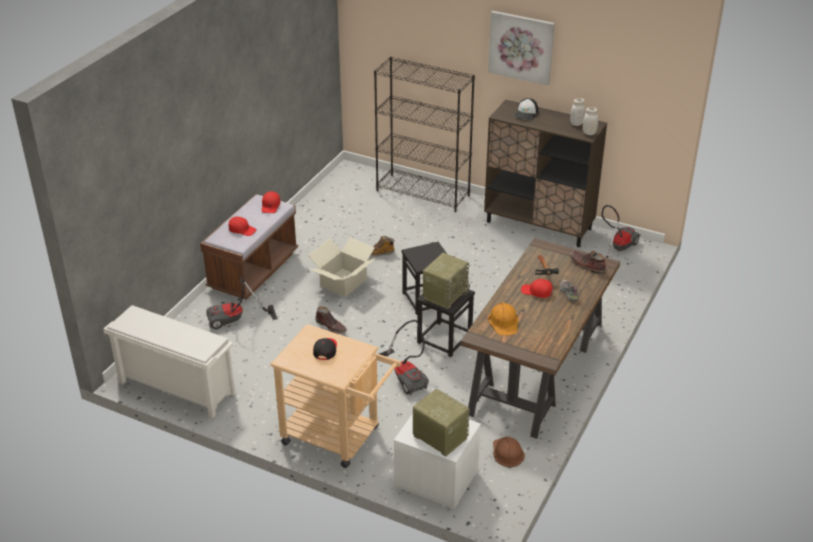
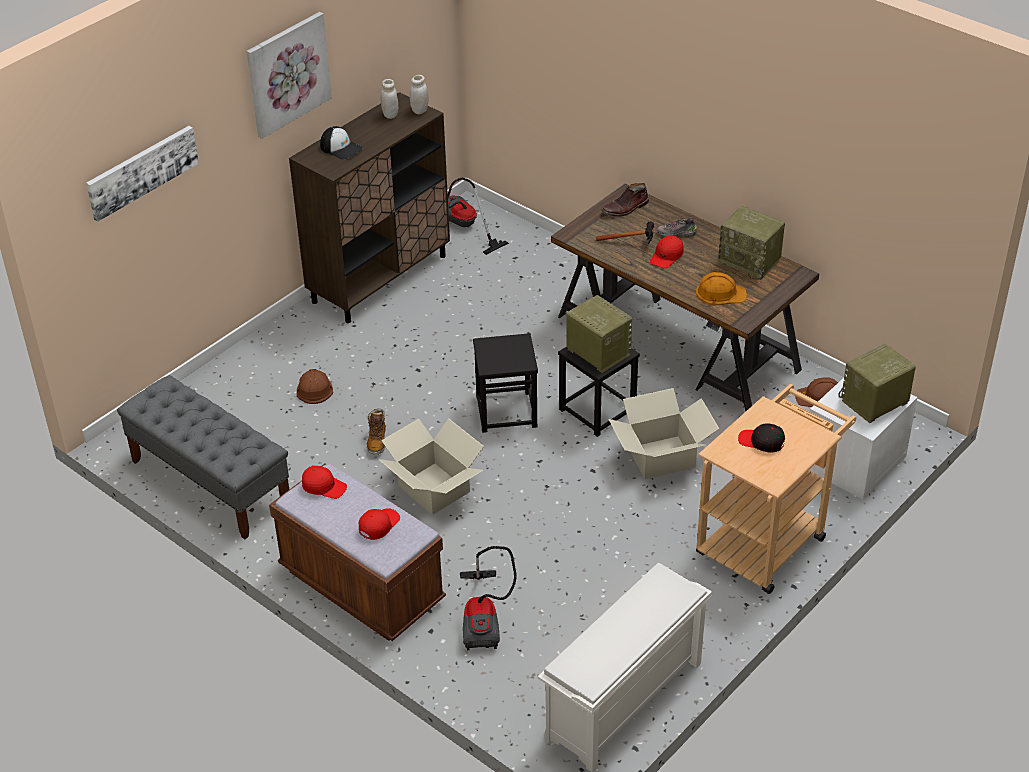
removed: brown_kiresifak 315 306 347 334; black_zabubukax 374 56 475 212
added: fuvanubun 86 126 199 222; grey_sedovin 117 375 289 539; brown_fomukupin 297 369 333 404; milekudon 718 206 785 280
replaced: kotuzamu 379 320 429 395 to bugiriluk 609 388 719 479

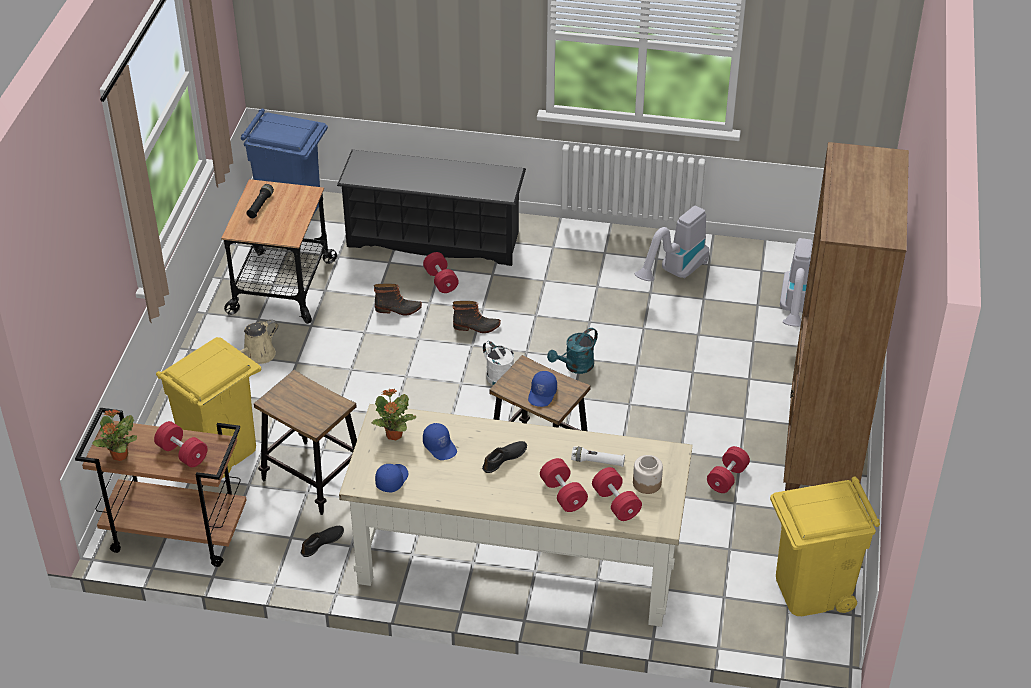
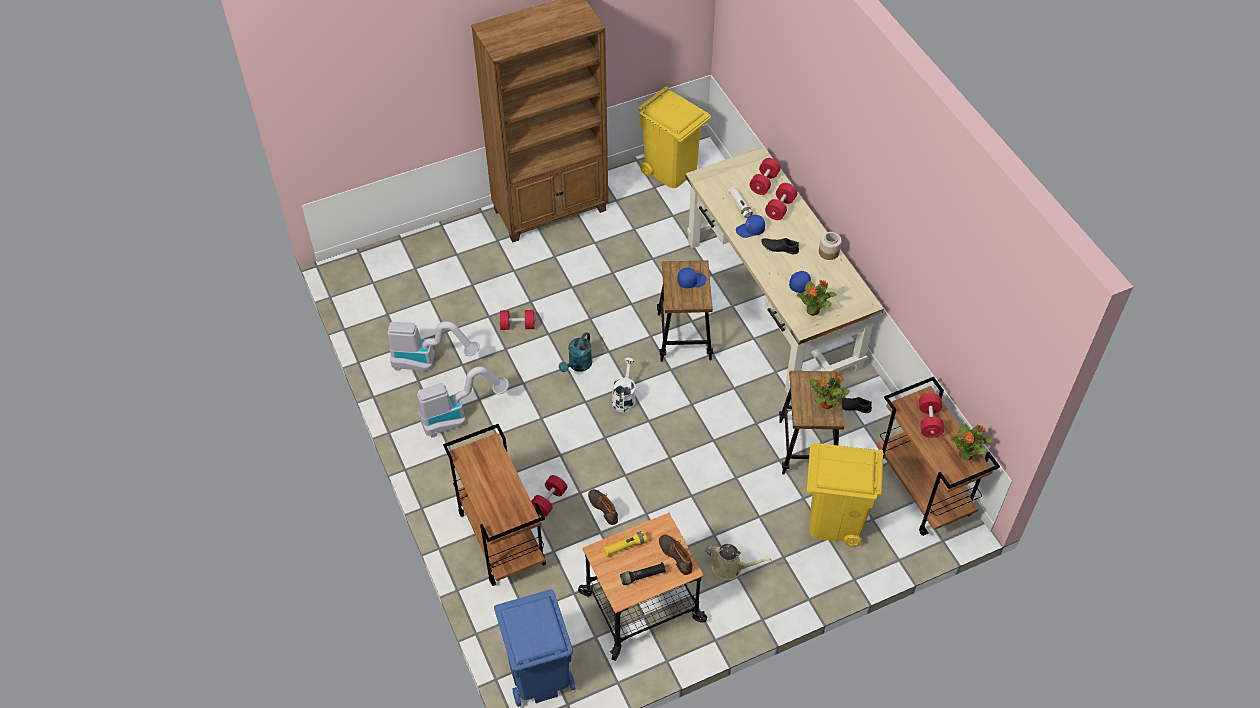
added: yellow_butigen 603 531 648 557; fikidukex 810 373 850 409
moved: kotuzamu 780 238 813 327 to 417 366 509 438; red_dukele 707 446 750 493 to 499 310 536 330; kiresifak 453 301 501 333 to 659 535 692 575; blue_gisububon 375 464 408 492 to 736 215 765 238; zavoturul 633 455 663 494 to 819 232 842 260
replaced: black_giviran 337 150 526 266 to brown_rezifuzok 443 424 546 586
turned: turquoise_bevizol 547 328 598 374 = 559 332 592 372 105 degrees clockwise

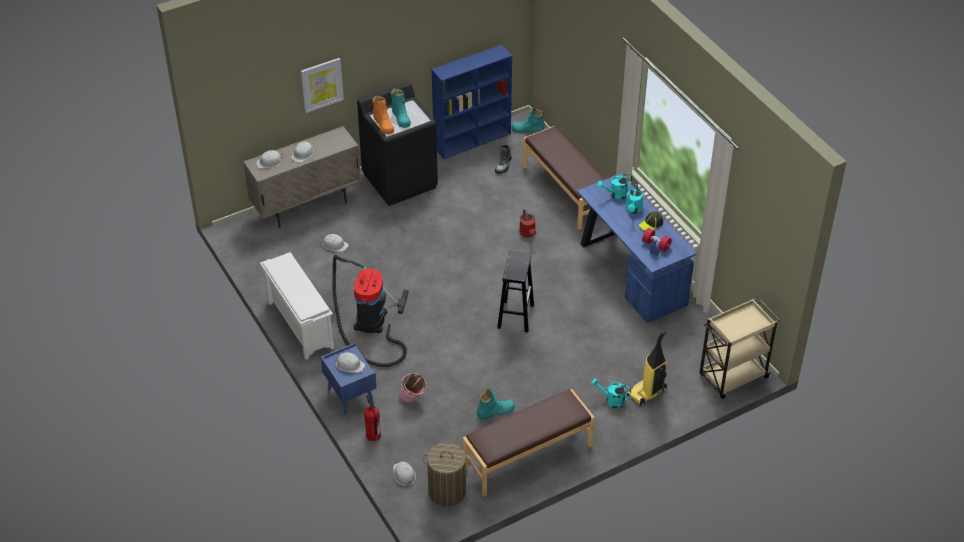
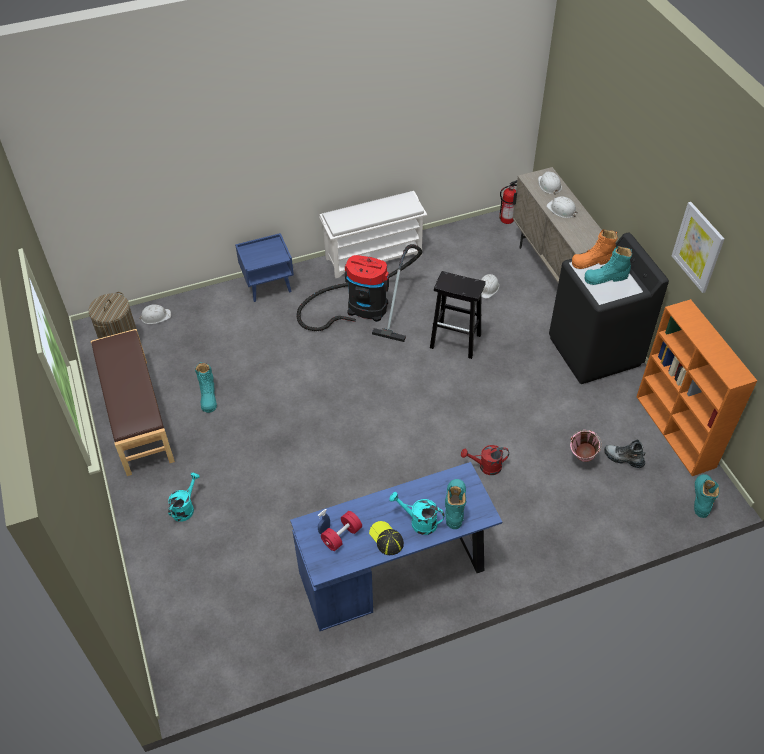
removed: white_fomukupin 335 352 365 373; brown_sedovin 523 126 605 230; kotuzamu 627 331 667 406; beige_rezifuzok 700 298 780 399
moved: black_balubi 497 251 534 332 to 430 271 486 359; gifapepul 364 395 381 441 to 499 180 517 224; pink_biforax 399 372 427 403 to 570 430 602 462; fuvanubun 301 58 344 113 to 672 202 725 293
replaced: turquoise_bevizol 597 173 632 200 to turquoise_kiresifak 445 479 466 529
recoloured: blue_zabubukax 432 45 512 159 to orange_zabubukax 637 299 757 476

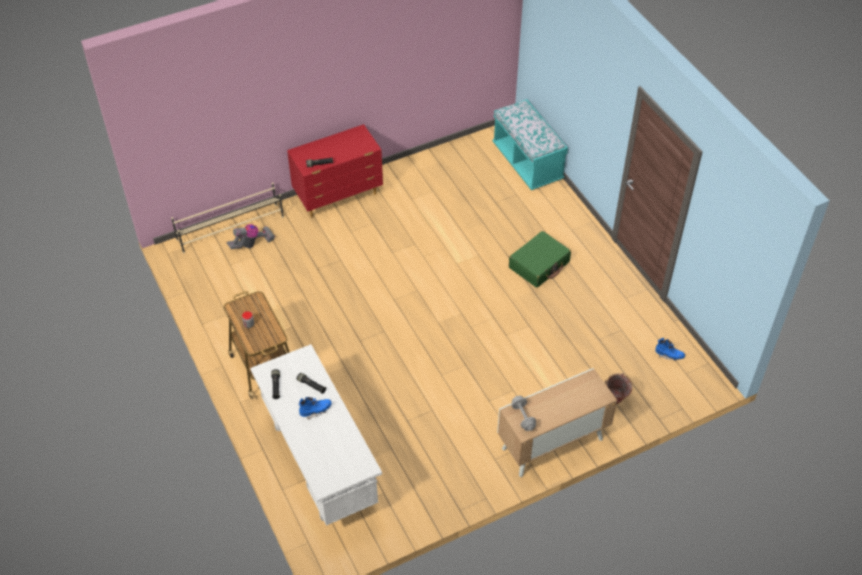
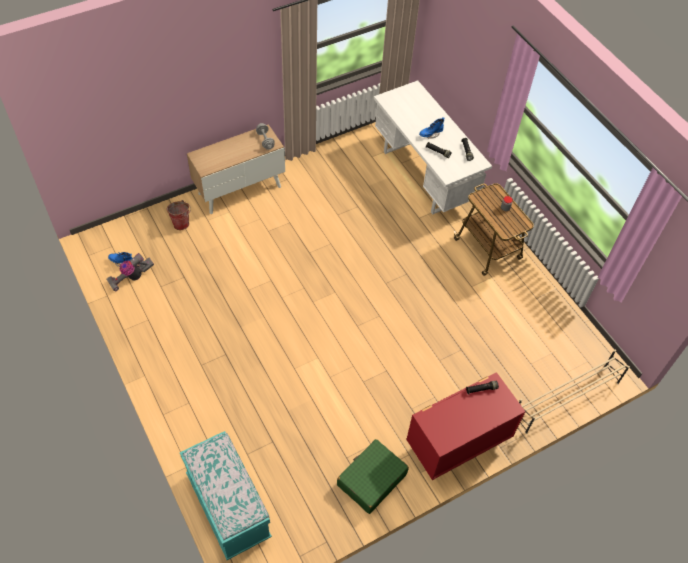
moved: kotuzamu 227 224 275 249 to 106 253 154 292; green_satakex 509 231 571 288 to 337 439 409 514

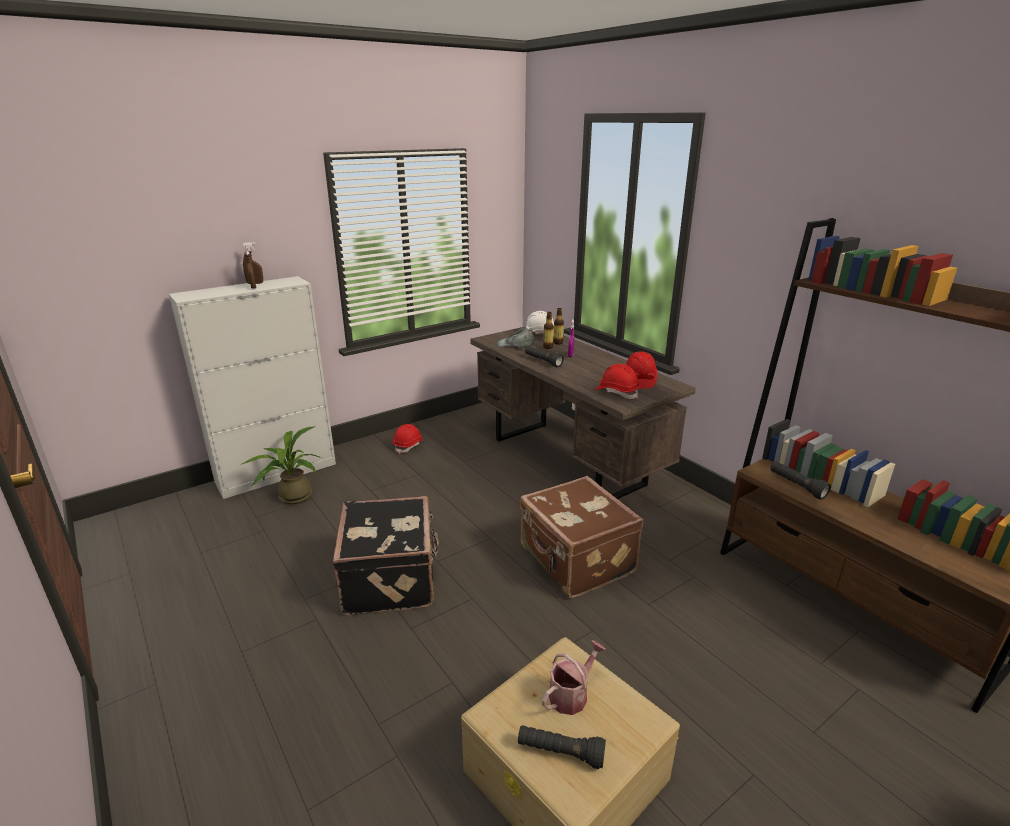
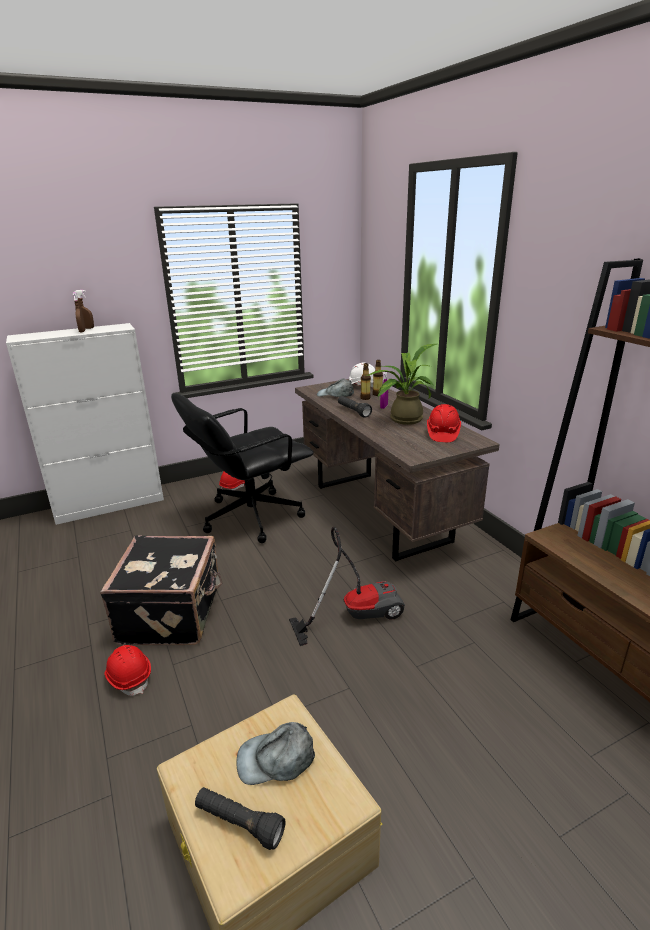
removed: black_butigen 771 461 831 499
added: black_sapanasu 171 393 314 543
moved: red_fomukupin 595 364 640 399 to 104 645 151 696; fikidukex 242 427 321 504 to 366 344 437 425
replaced: bevizol 542 640 606 715 to grey_gisububon 237 722 315 785; brown_satakex 520 476 643 598 to kotuzamu 289 527 405 646

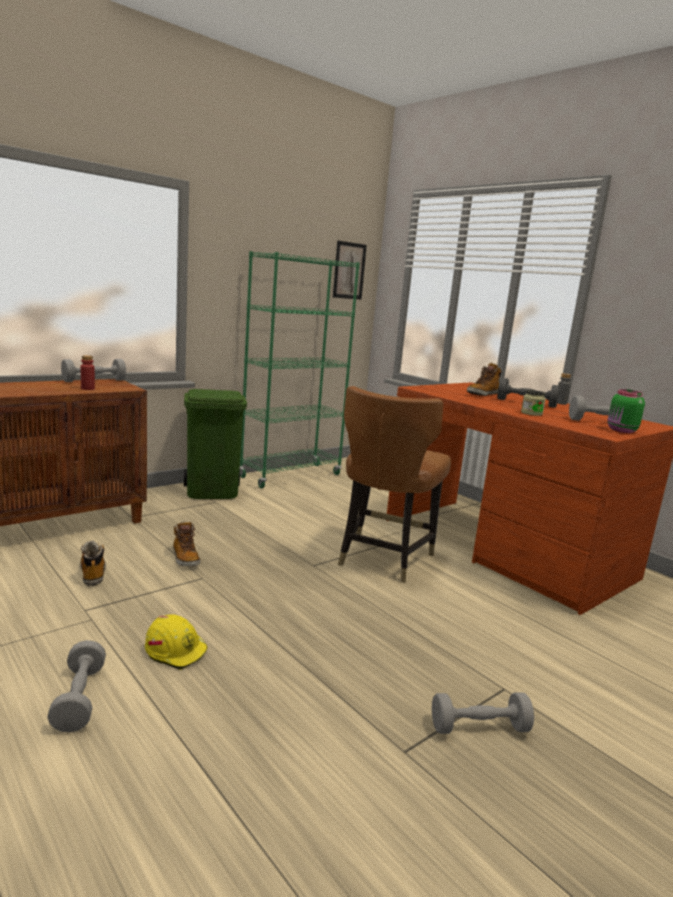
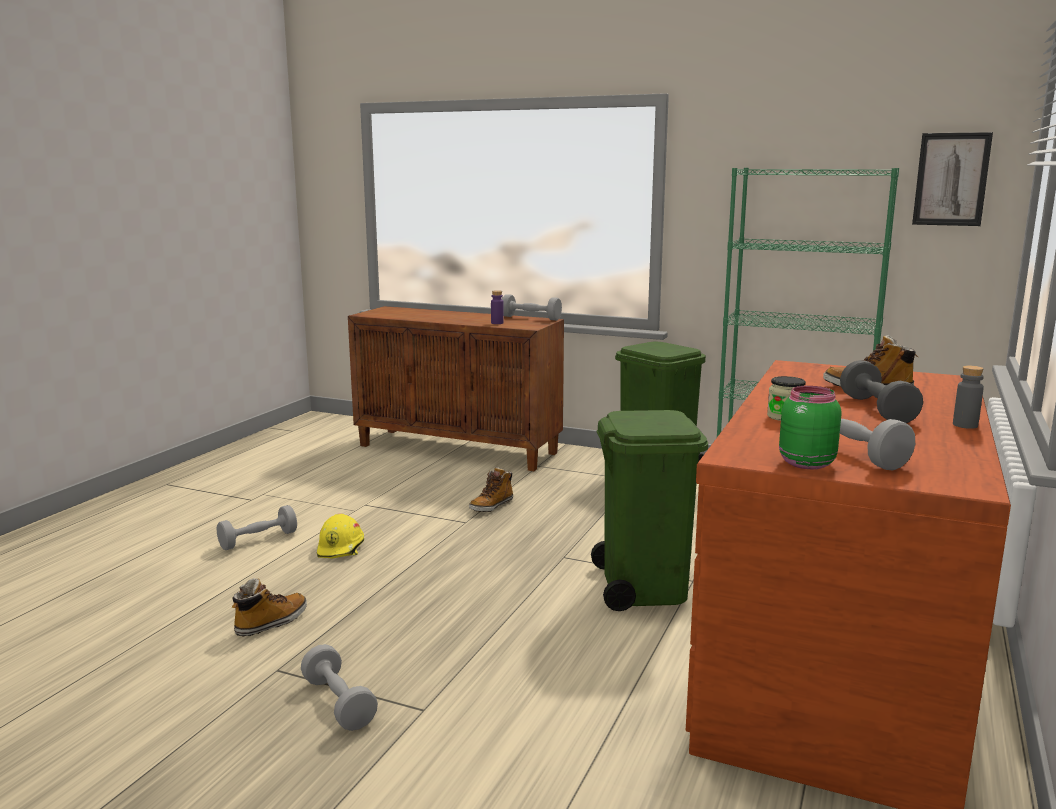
moved: kiresifak 80 541 106 586 to 231 578 307 636
replaced: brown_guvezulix 338 386 451 583 to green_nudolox 591 410 708 611
recoloured: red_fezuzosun 81 355 95 390 to purple_fezuzosun 491 290 504 324

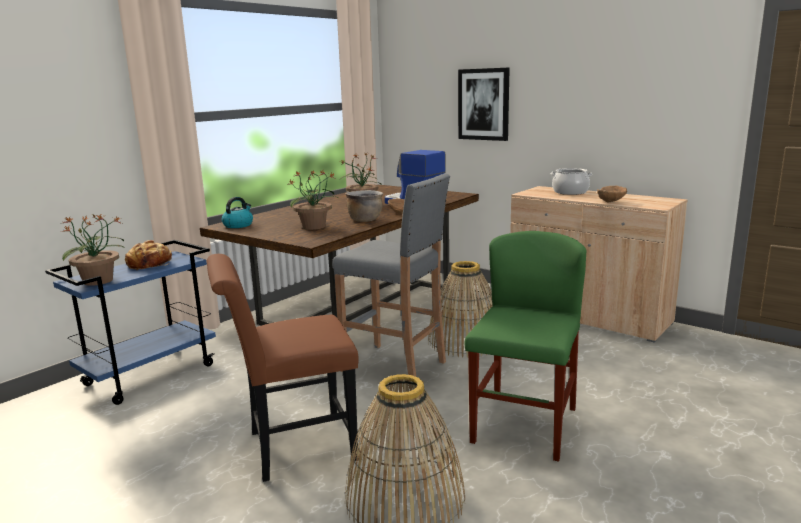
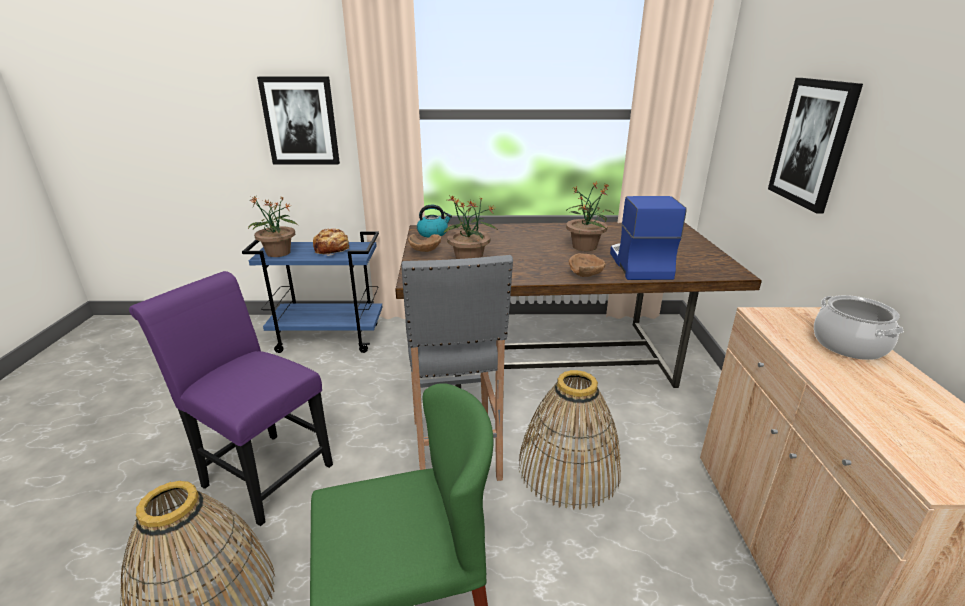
removed: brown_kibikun 345 190 383 222
added: fuvanubun 257 77 340 164
moved: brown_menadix 597 186 627 202 to 408 234 441 252
recoloured: brown_guvezulix 207 254 359 482 to purple_guvezulix 129 271 333 526

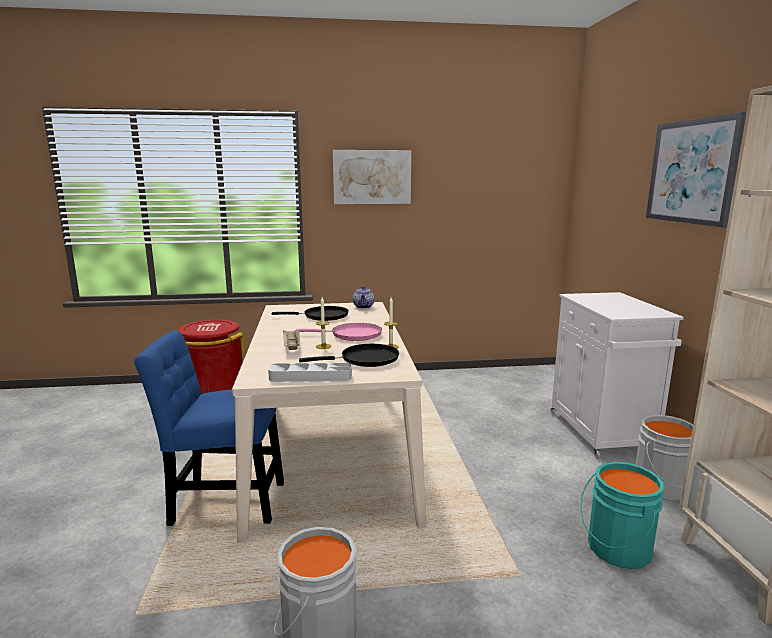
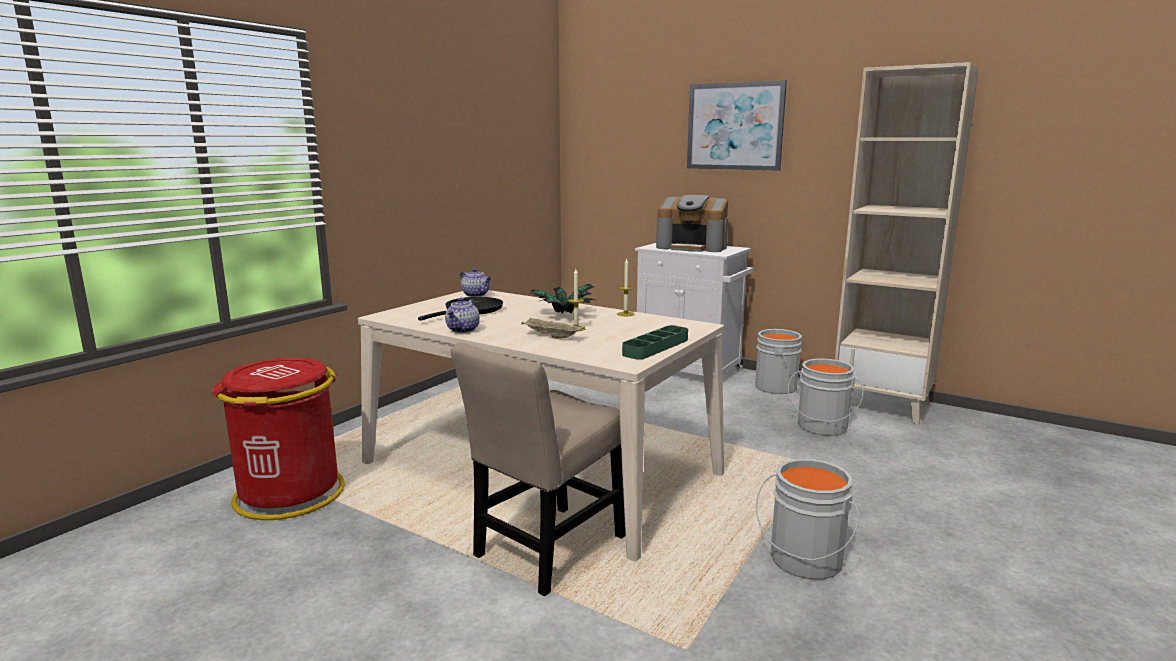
removed: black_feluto 299 344 399 367; fuvanubun 333 150 411 204
added: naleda 445 298 480 333; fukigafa 656 195 728 252
replaced: pink_feluto 296 323 382 341 to fikidukex 531 284 594 313
recoloured: blue_guvezulix 134 330 284 526 to beige_guvezulix 451 343 626 596; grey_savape 268 363 352 382 to green_savape 622 325 688 360; turquoise_biforax 581 462 665 569 to grey_biforax 788 358 863 436

